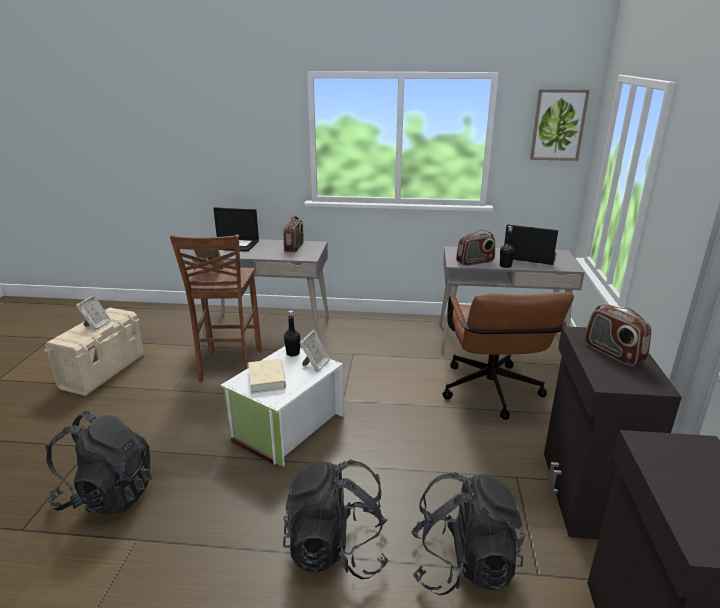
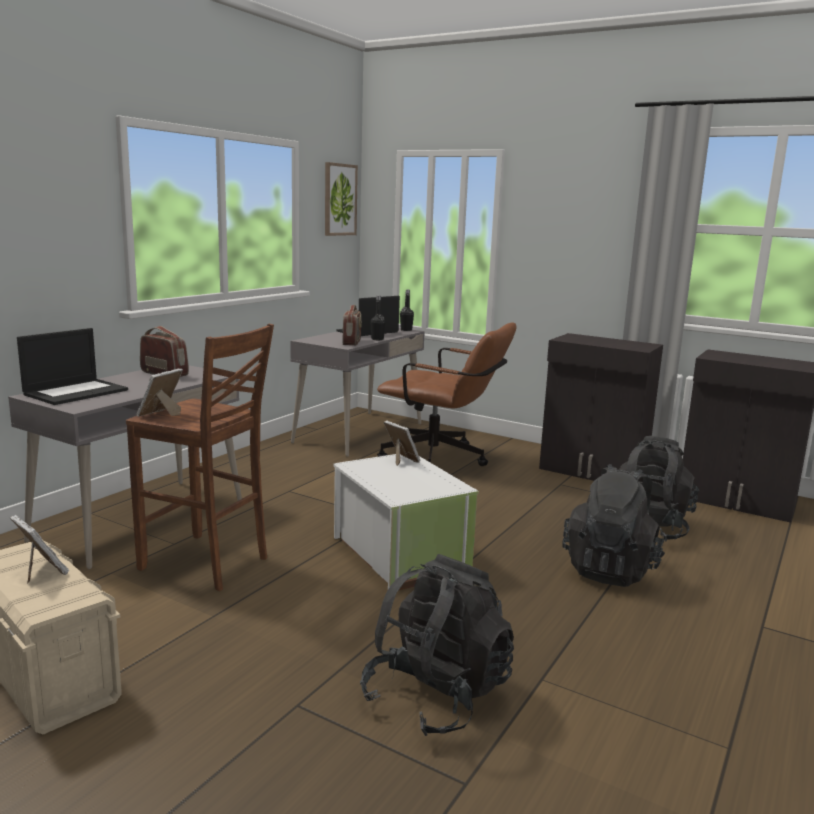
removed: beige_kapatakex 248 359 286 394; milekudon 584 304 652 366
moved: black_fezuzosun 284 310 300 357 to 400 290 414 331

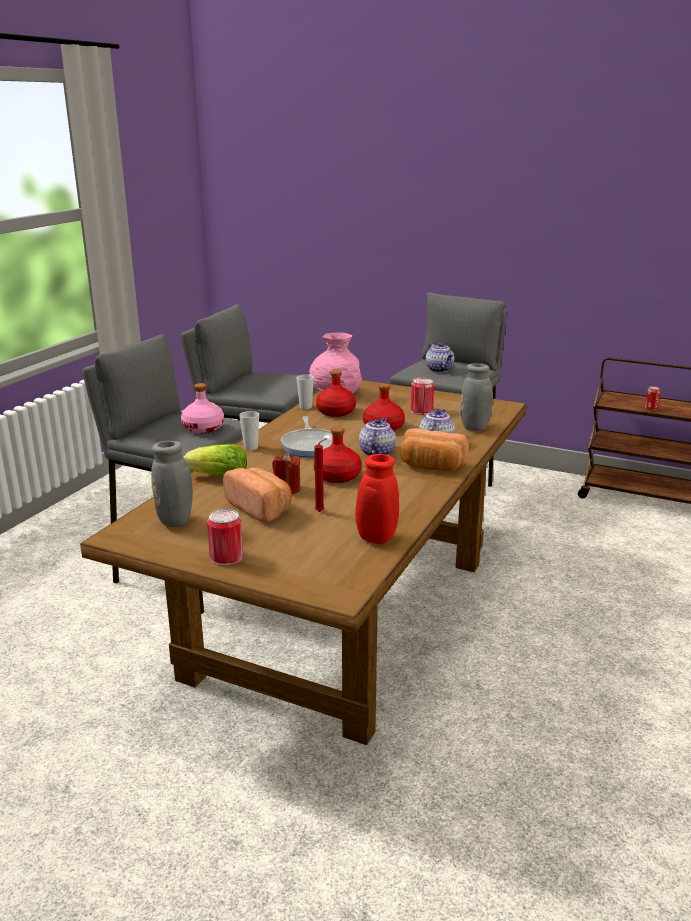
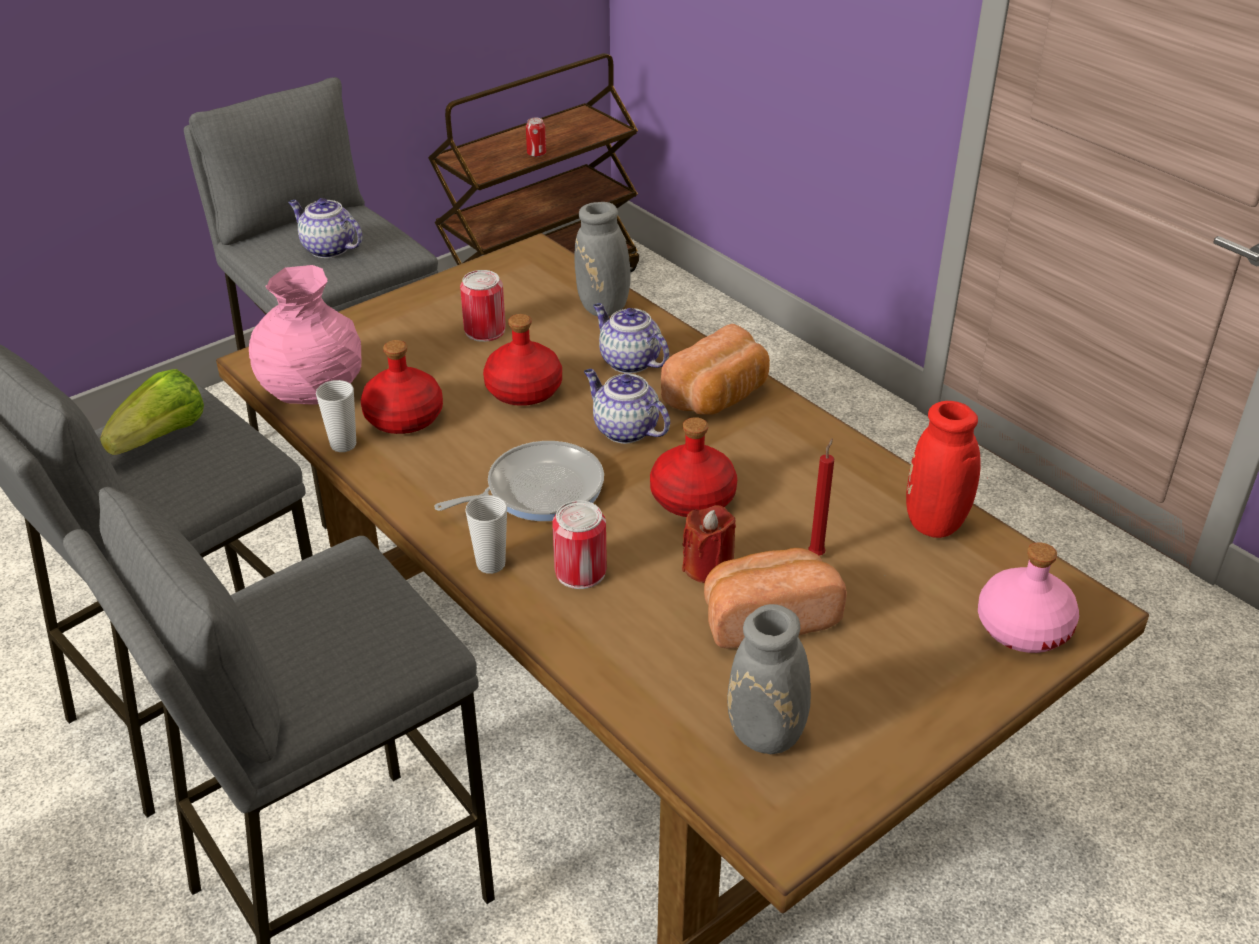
moved: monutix 183 444 247 477 to 100 369 204 455; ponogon 207 509 243 566 to 552 501 607 589; pink_fezuzosun 181 383 224 433 to 978 543 1079 653
turned: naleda 425 342 454 373 = 288 198 363 258 150 degrees counterclockwise; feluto 281 416 332 457 = 435 441 604 521 45 degrees counterclockwise

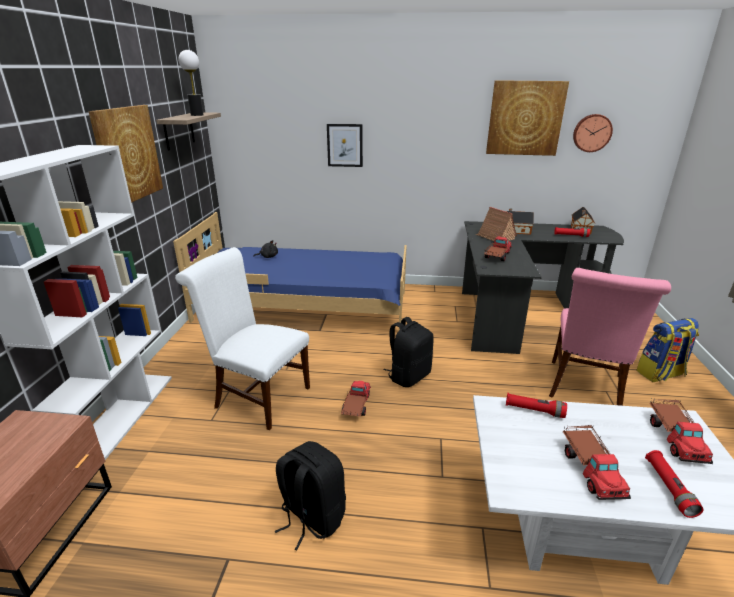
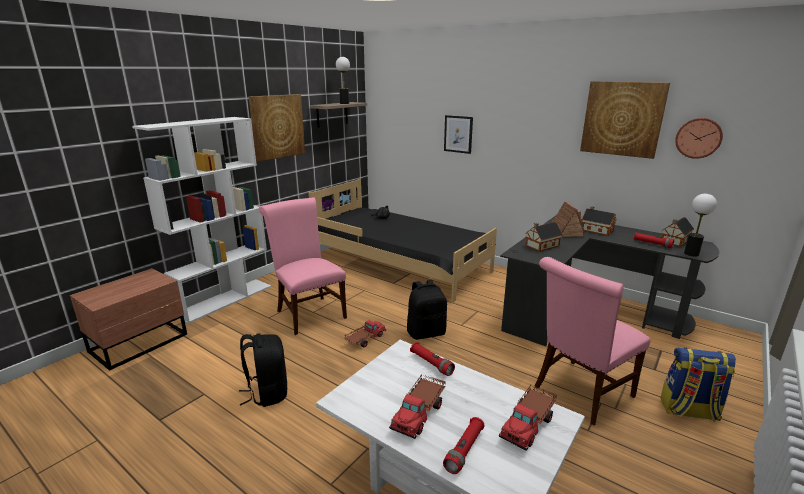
added: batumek 684 194 717 257
replaced: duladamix 484 236 512 261 to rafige 525 222 563 251
recoloured: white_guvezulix 175 247 310 431 to pink_guvezulix 259 197 347 335; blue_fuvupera 173 212 407 330 to black_fuvupera 308 179 497 302

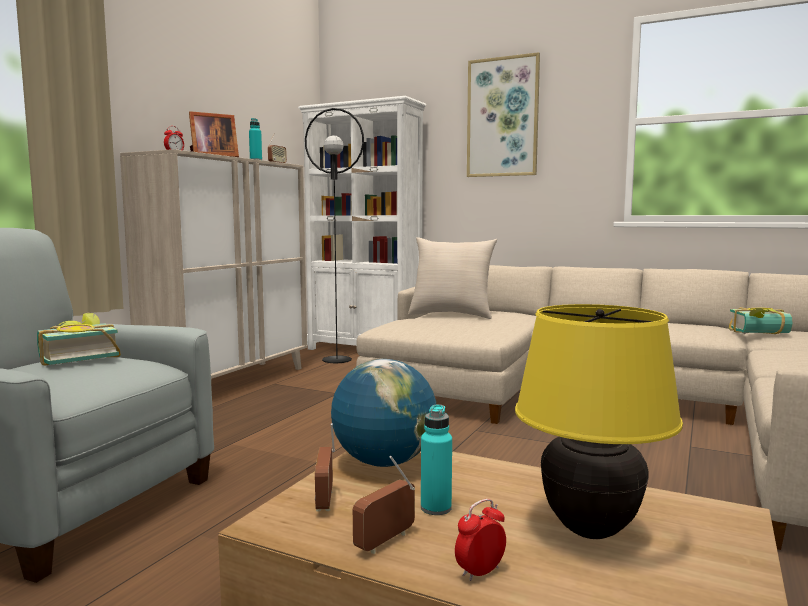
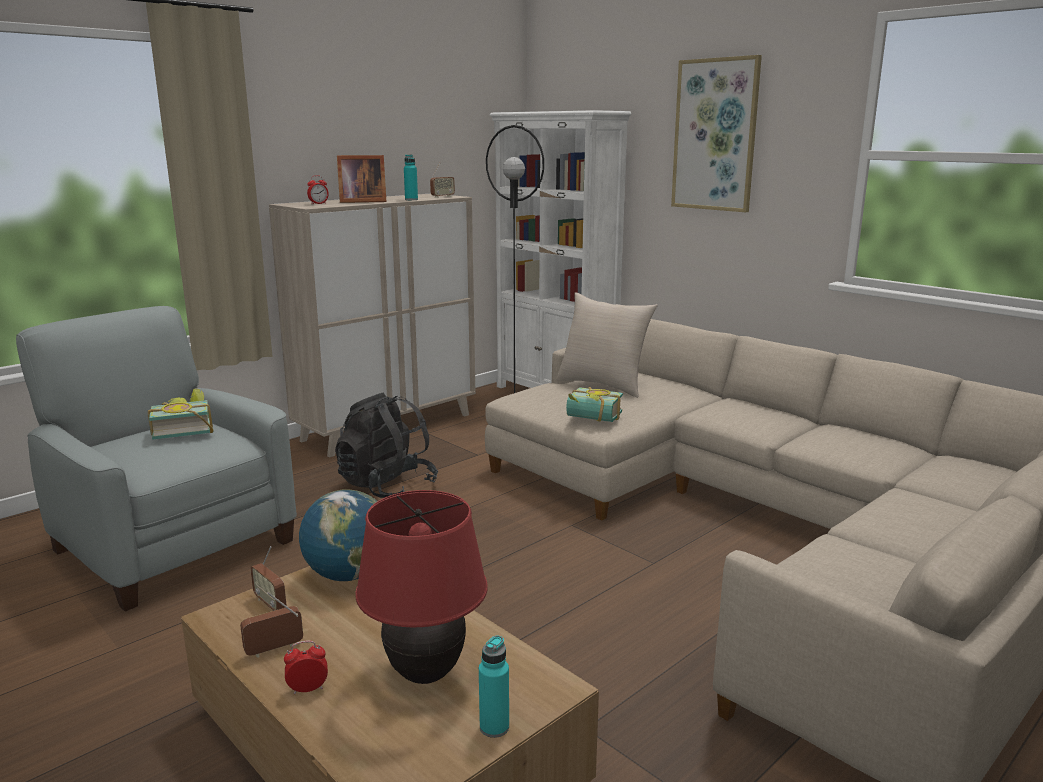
added: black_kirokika 335 393 438 498
moved: turquoise_fezuzosun 421 404 452 515 to 479 636 509 738; kapatakex 729 307 792 334 to 566 387 623 422
recoloured: yellow_batumek 515 304 683 539 to red_batumek 355 490 488 684
turned: milekudon 315 423 335 511 = 250 546 287 611 60 degrees counterclockwise

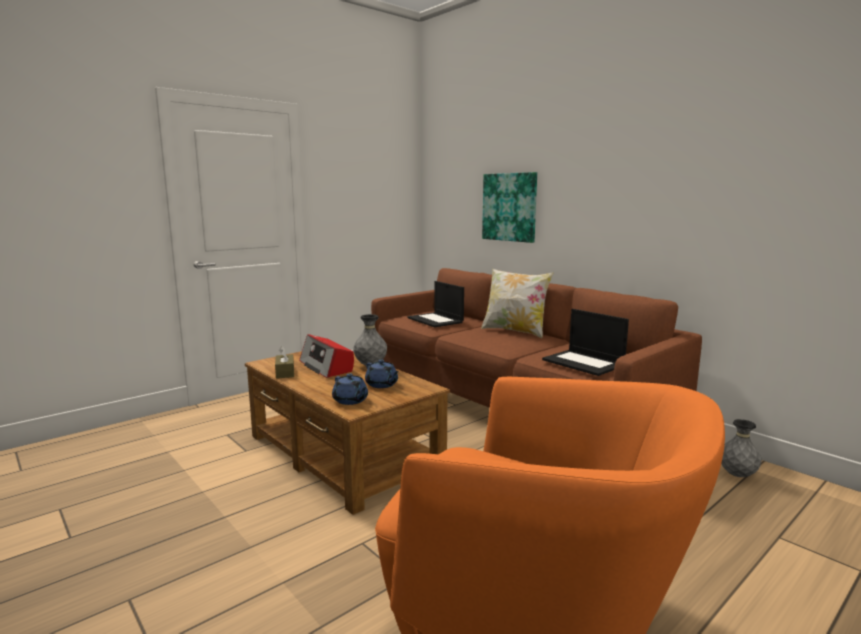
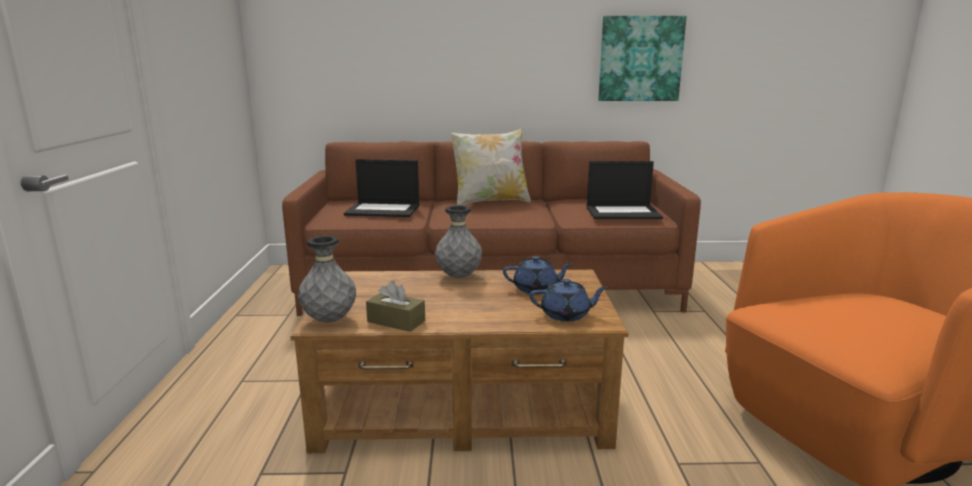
removed: milekudon 299 334 354 378
moved: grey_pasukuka 721 419 762 477 to 298 236 356 323; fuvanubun 482 172 537 243 to 598 16 686 101

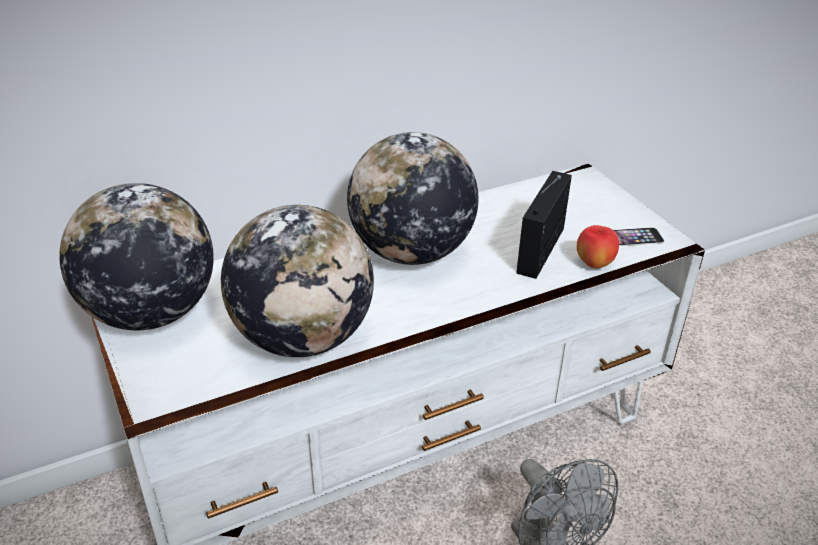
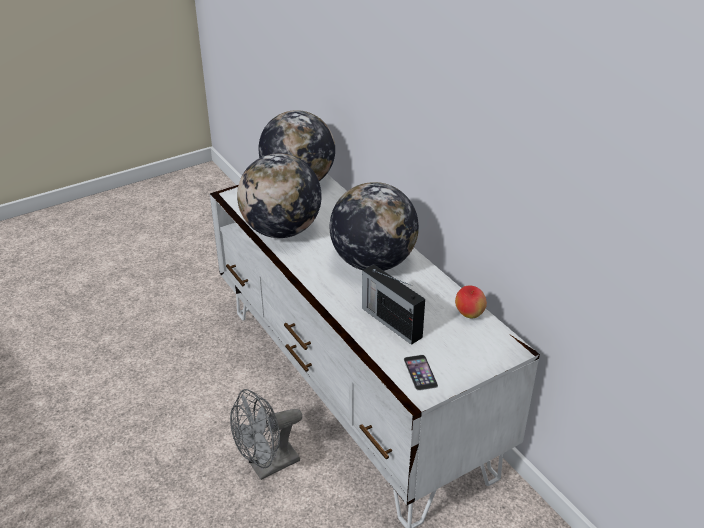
moved: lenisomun 577 225 619 269 to 455 286 487 318
turned: milekudon 516 171 572 279 = 362 264 425 345 150 degrees counterclockwise

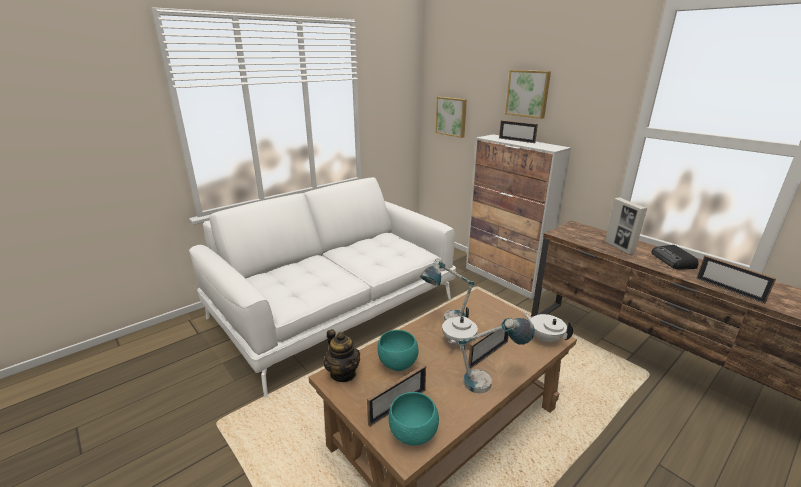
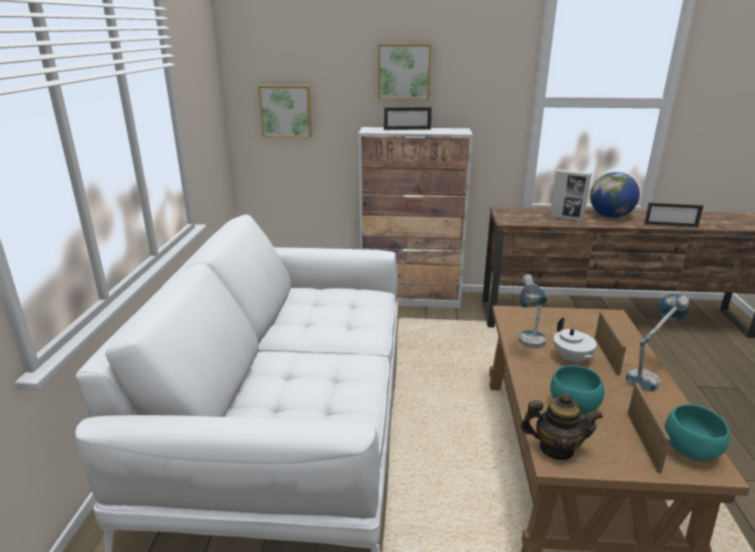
removed: white_naleda 524 313 573 343
replaced: milekudon 651 245 698 270 to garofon 590 172 640 218

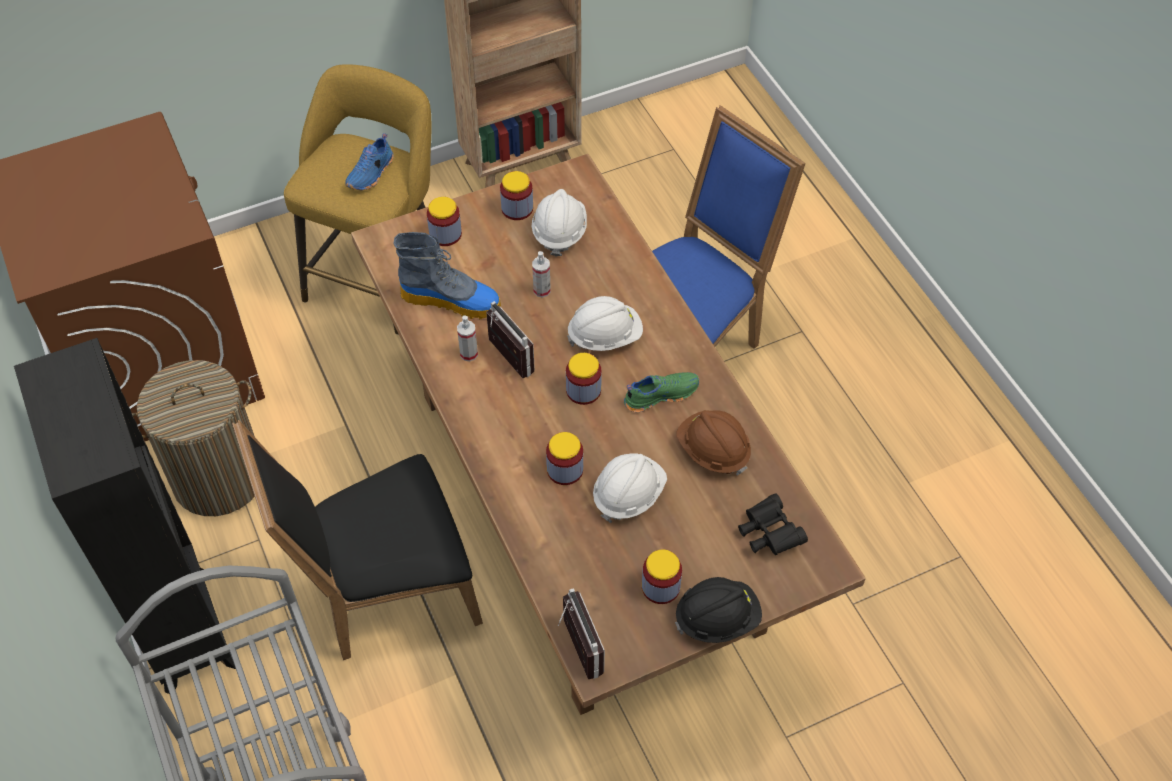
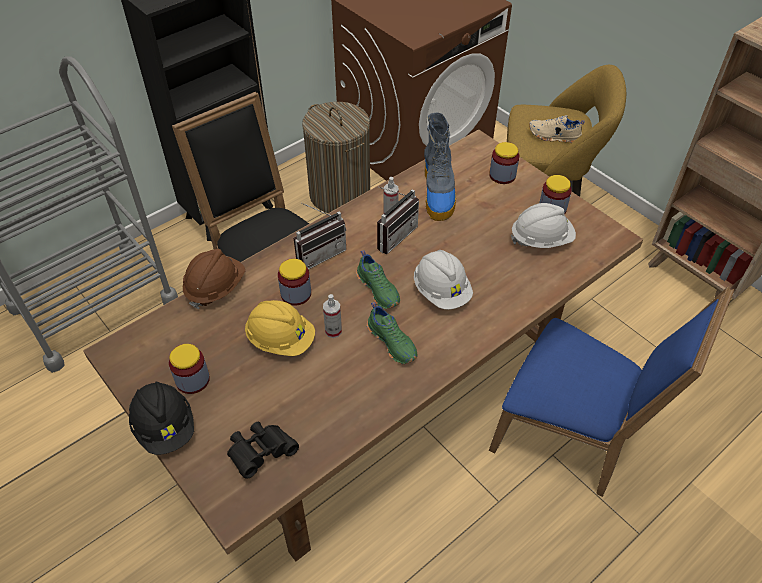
moved: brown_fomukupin 677 410 751 476 to 183 249 245 309; milekudon 558 588 605 679 to 294 203 346 270; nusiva 532 251 551 298 to 323 294 342 338
replaced: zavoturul 566 353 602 405 to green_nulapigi 356 250 400 309
recoloured: white_fomukupin 593 453 667 523 to yellow_fomukupin 245 300 315 356; blue_nulapigi 345 133 393 190 to beige_nulapigi 529 115 585 143

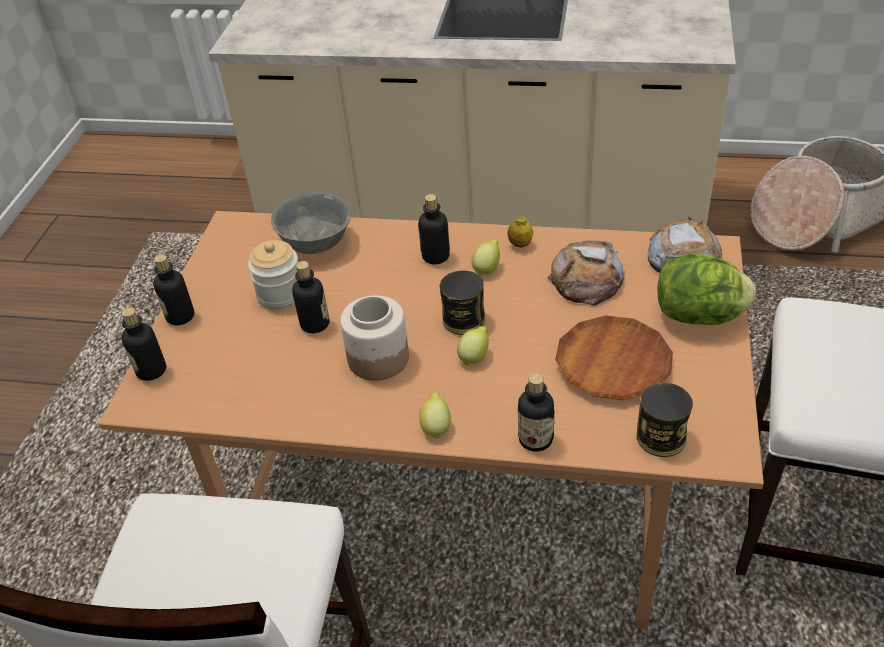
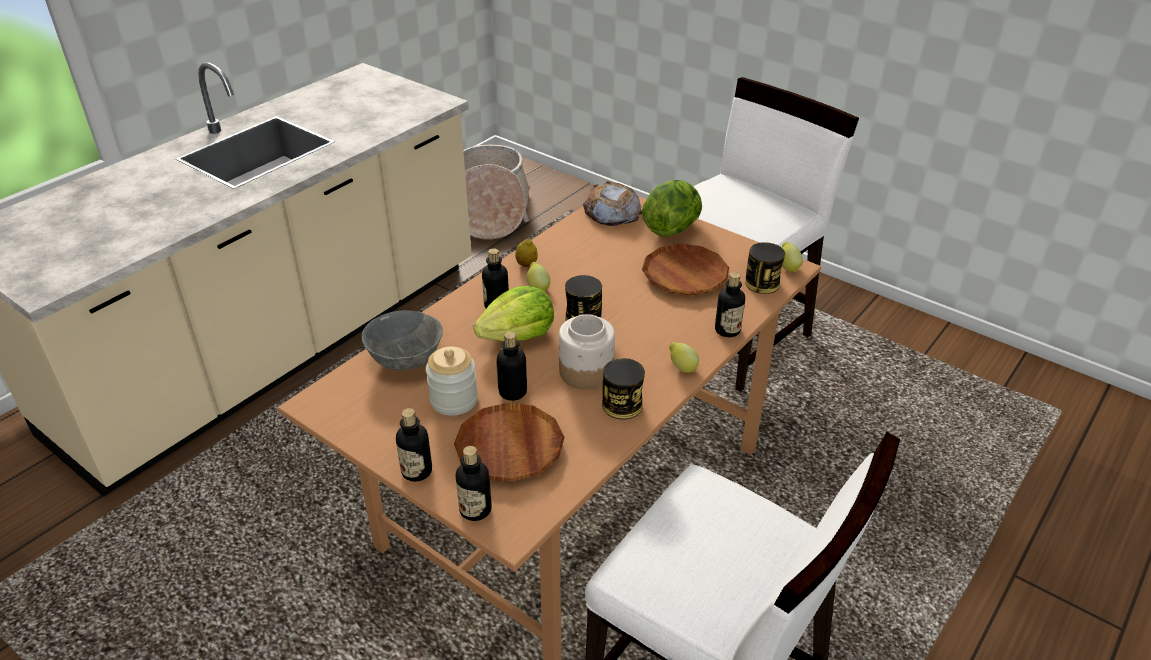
removed: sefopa 547 240 625 306
added: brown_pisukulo 454 403 565 482; monutix 474 286 554 341; ponogon 602 358 645 420
moved: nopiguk 457 326 489 366 to 782 242 803 273

